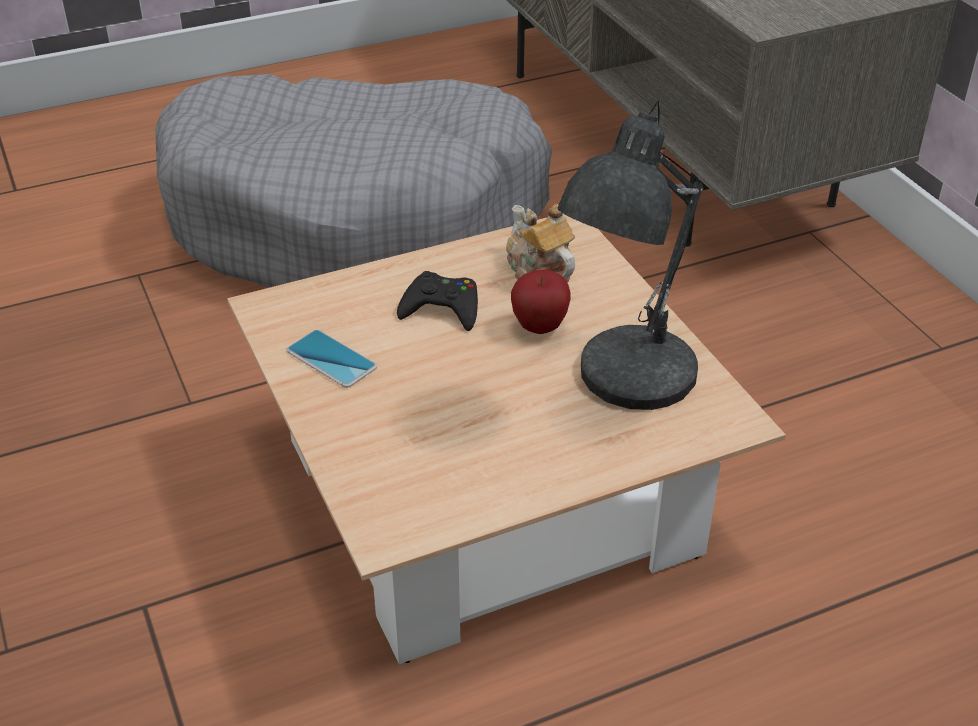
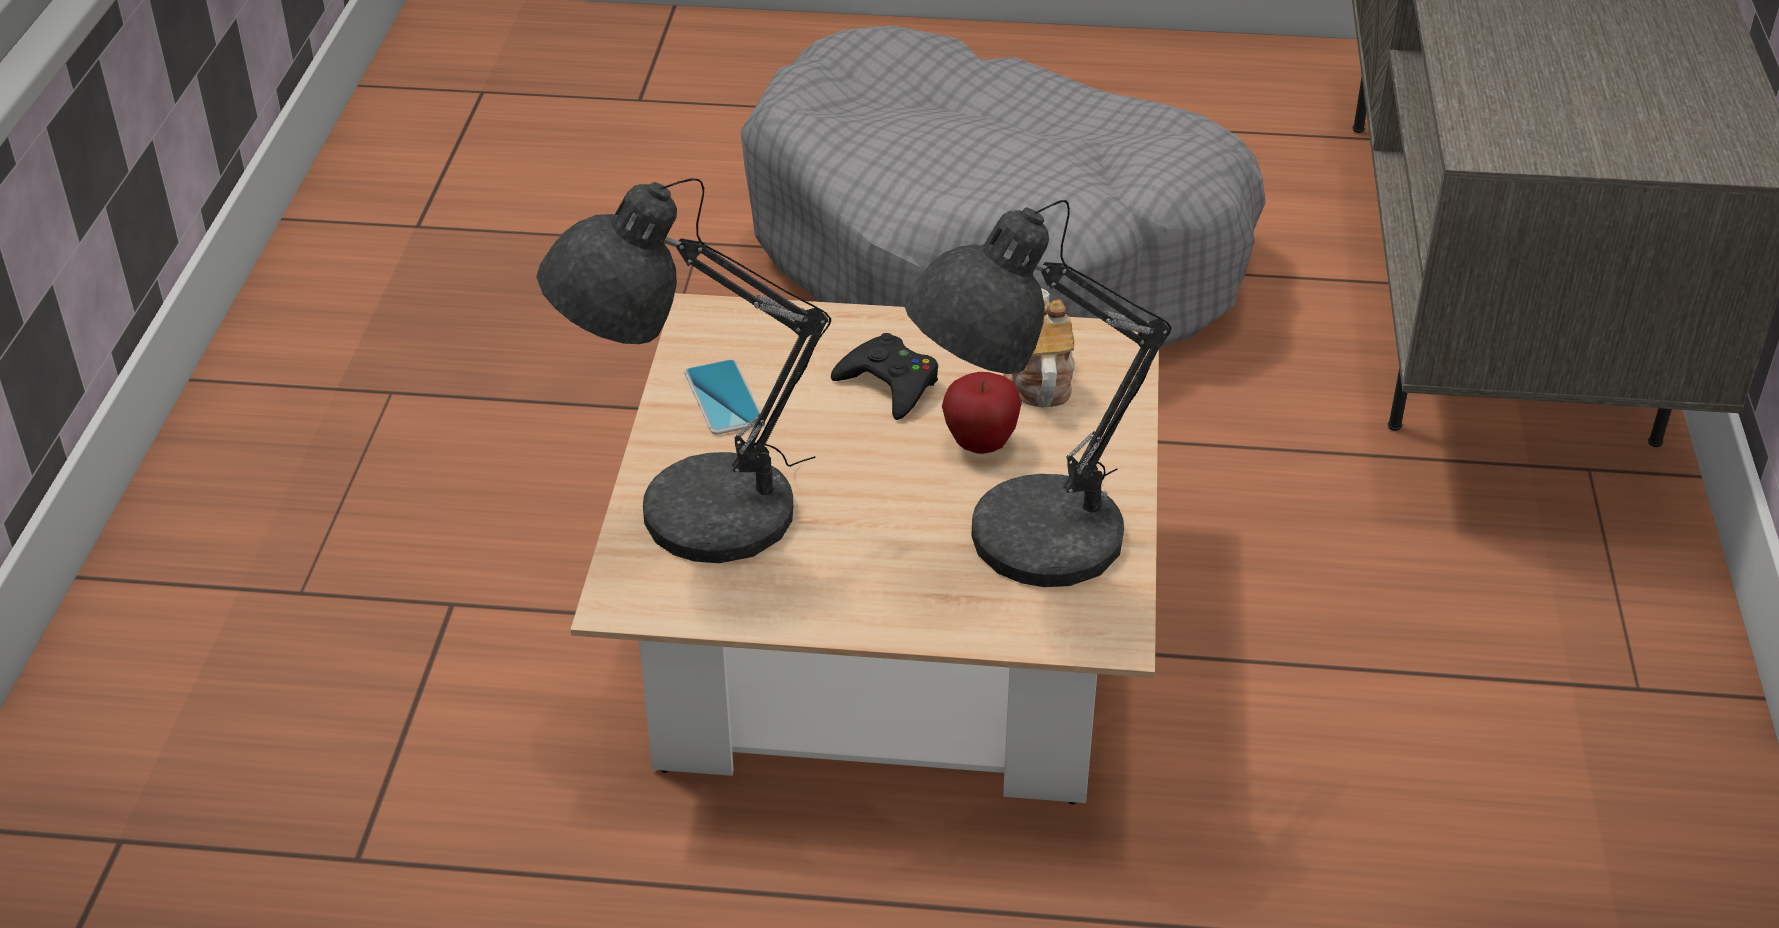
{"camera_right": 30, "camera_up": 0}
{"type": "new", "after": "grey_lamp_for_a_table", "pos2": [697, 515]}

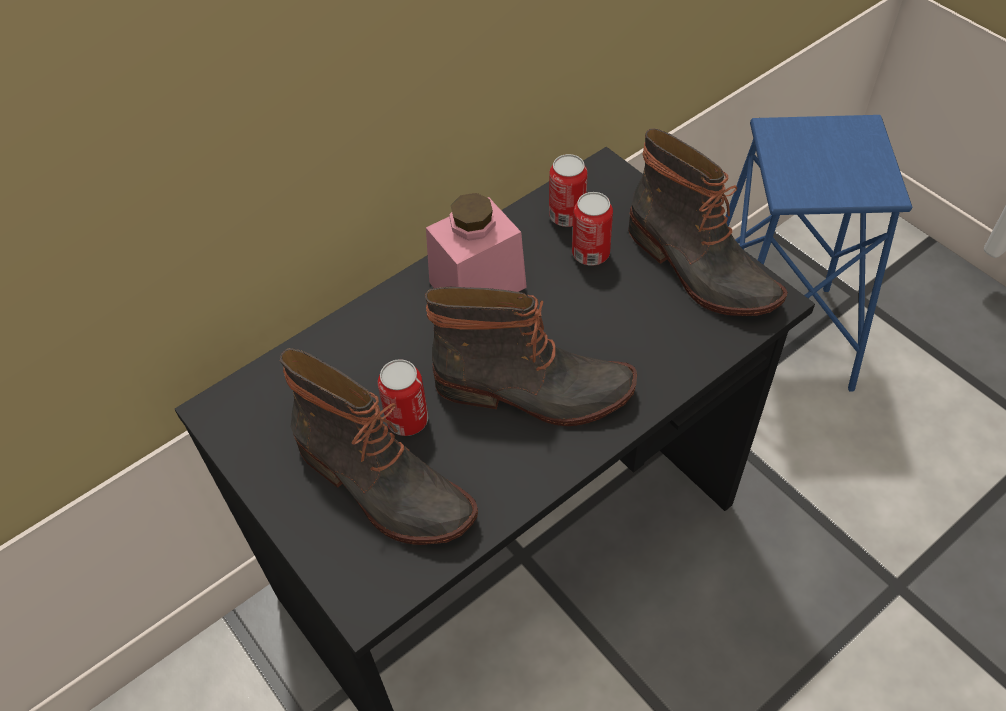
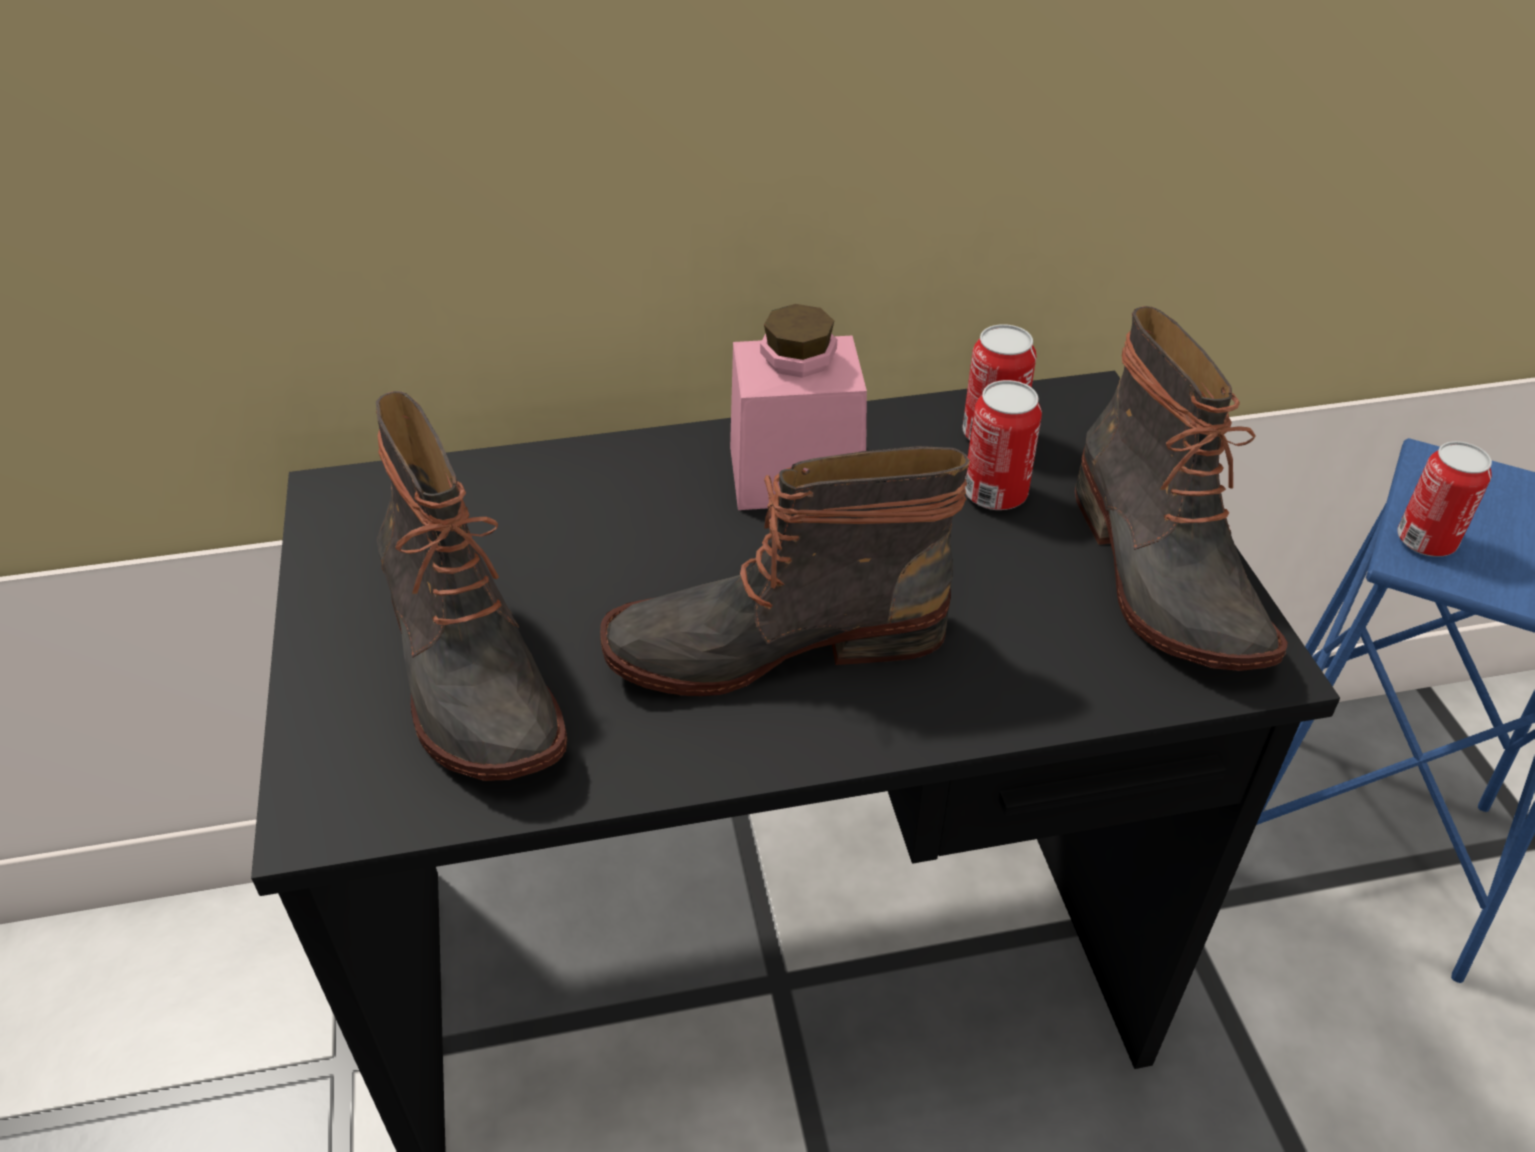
{"camera_right": 25, "camera_up": -10}
{"type": "rotated", "before": "tall_boot", "pos1": [533, 391], "pos2": [776, 639], "turn": 135}
{"type": "shifted", "before": "can", "pos1": [407, 420], "pos2": [1425, 541]}

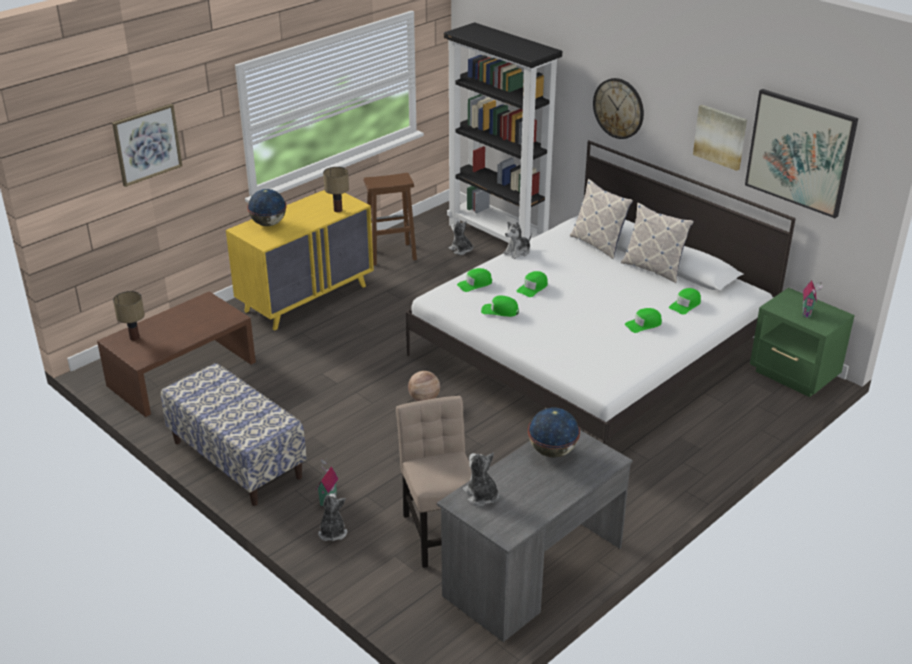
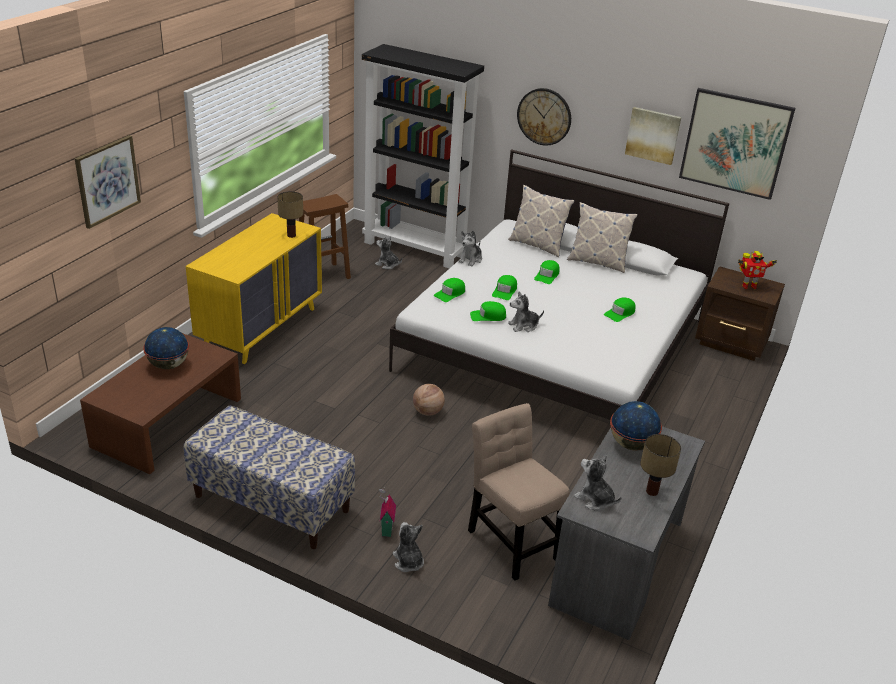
{"camera_right": -20, "camera_up": 0}
{"type": "shifted", "before": "desk_globe", "pos1": [268, 224], "pos2": [168, 365]}
{"type": "swapped", "before": "toy_house", "after": "robot_figure", "pos1": [807, 312], "pos2": [748, 286]}
{"type": "shifted", "before": "green_baseball_cap", "pos1": [685, 305], "pos2": [547, 275]}
{"type": "repainted", "before": "green_night_table", "after": "brownish_night_table", "pos1": [794, 375], "pos2": [731, 343]}
{"type": "shifted", "before": "lamp_for_a_table", "pos1": [134, 338], "pos2": [652, 492]}
{"type": "new", "after": "plush_toy", "pos2": [523, 326]}

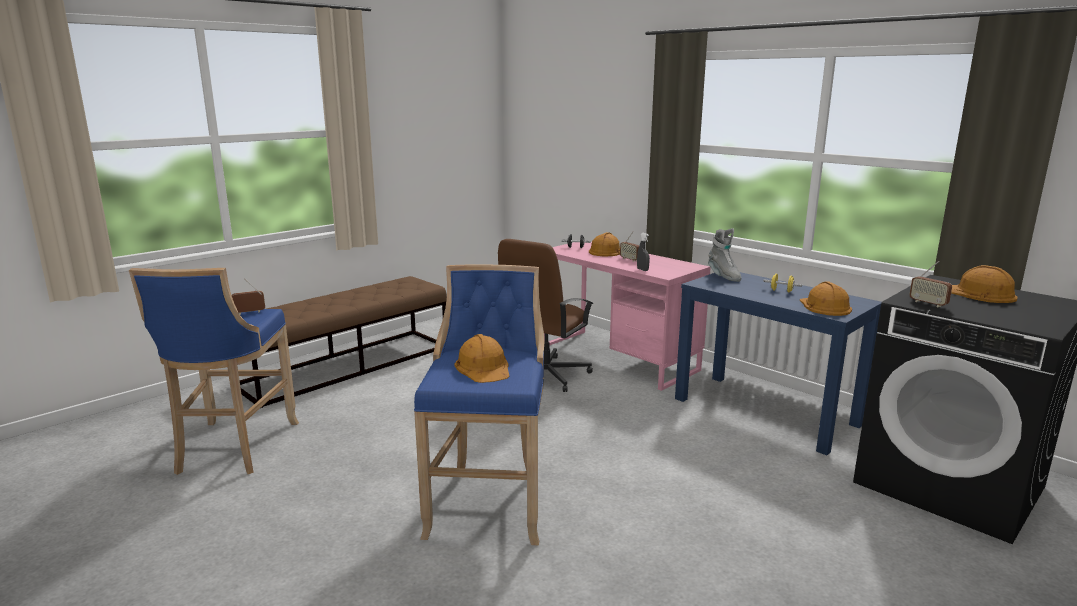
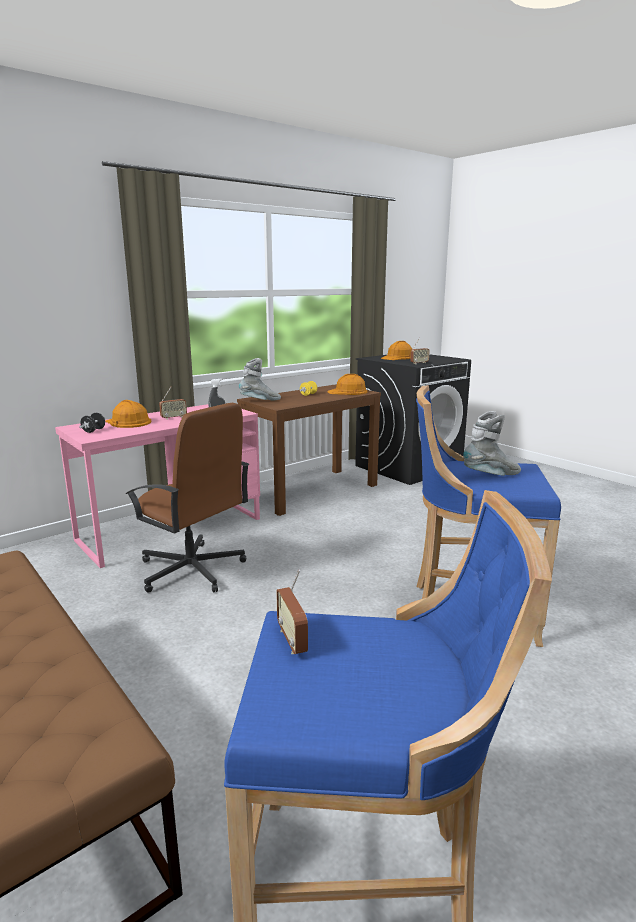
{"camera_right": -85, "camera_up": 0}
{"type": "repainted", "before": "blue_hall_table", "after": "brownish_hall_table", "pos1": [765, 411], "pos2": [311, 490]}
{"type": "swapped", "before": "orangey_hard_hat", "after": "grey_tall_boot", "pos1": [484, 367], "pos2": [491, 476]}

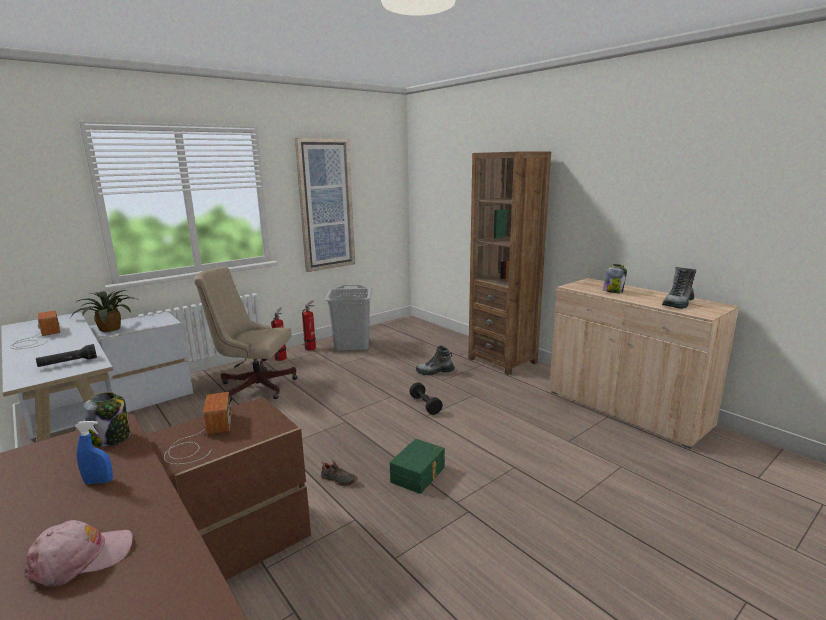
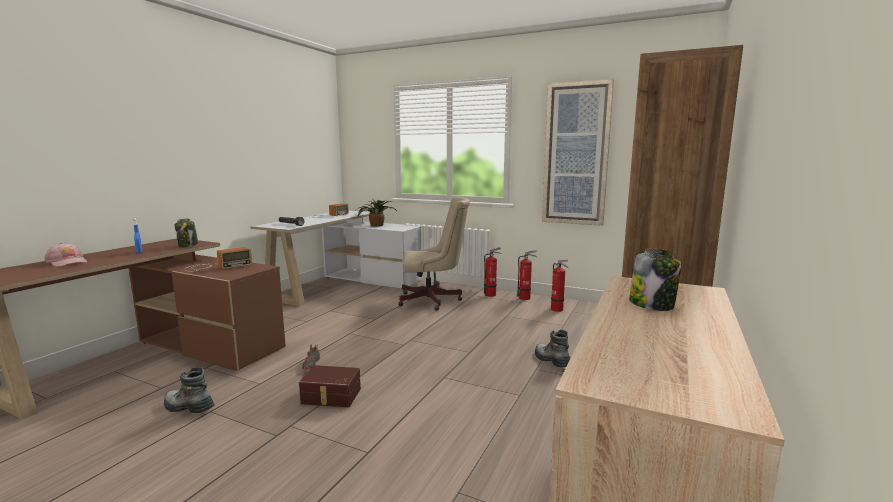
{"camera_right": 65, "camera_up": -5}
{"type": "rotated", "before": "beige_office_chair", "pos1": [253, 385], "pos2": [433, 300], "turn": 105}
{"type": "shifted", "before": "tall_boot", "pos1": [678, 304], "pos2": [188, 407]}
{"type": "swapped", "before": "grey_laundry_basket", "after": "extinguisher", "pos1": [352, 345], "pos2": [558, 310]}
{"type": "gone", "before": "black-coloured_free_weight", "pos1": [425, 405]}
{"type": "repainted", "before": "green_storage_box", "after": "brownish_storage_box", "pos1": [419, 474], "pos2": [331, 396]}

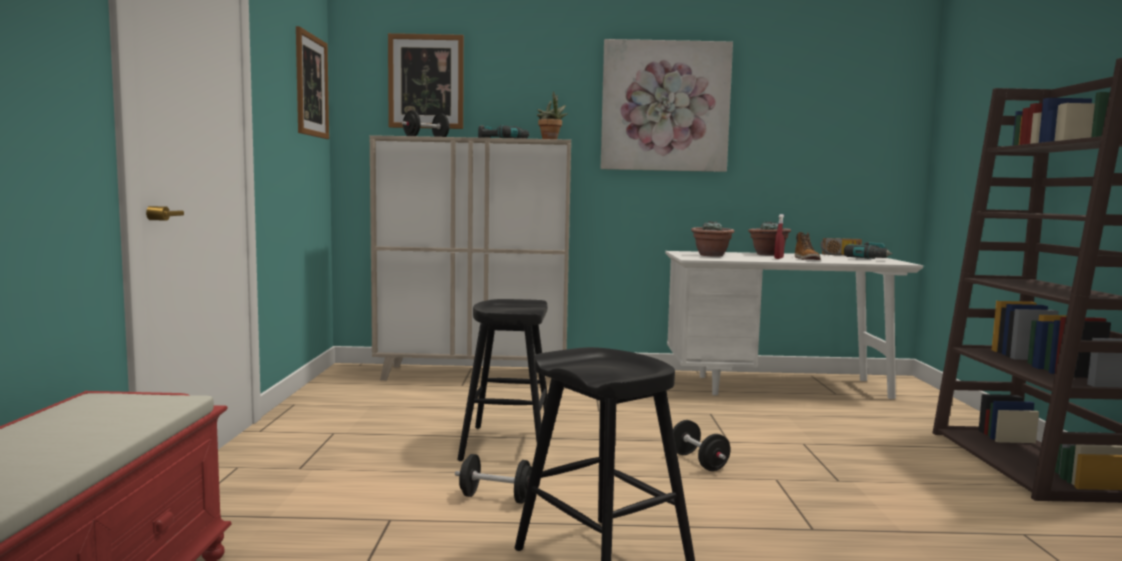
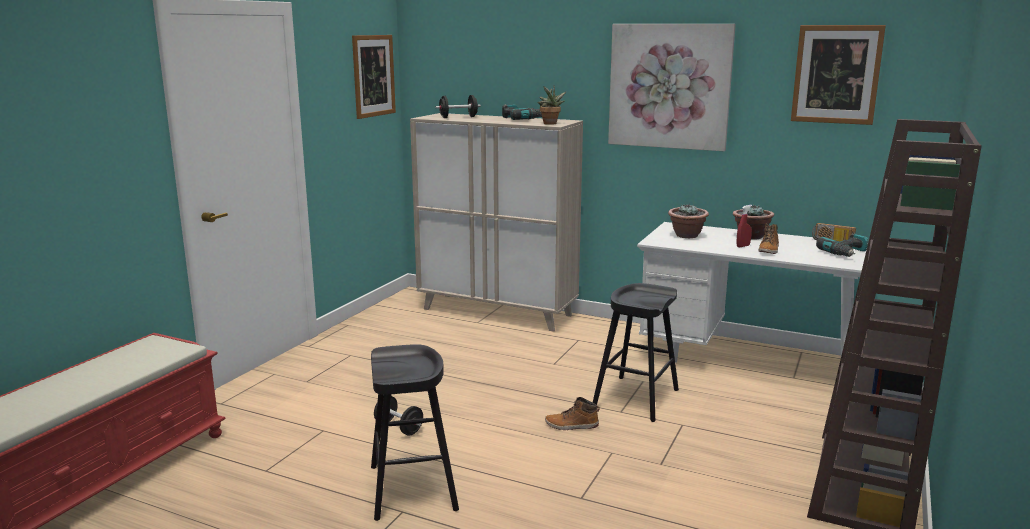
{"camera_right": 25, "camera_up": 10}
{"type": "shifted", "before": "wall_art", "pos1": [426, 81], "pos2": [836, 74]}
{"type": "shifted", "before": "black-coloured_stool_seat", "pos1": [507, 445], "pos2": [636, 398]}
{"type": "swapped", "before": "black-coloured_free_weight", "after": "tall_boot", "pos1": [698, 462], "pos2": [571, 425]}

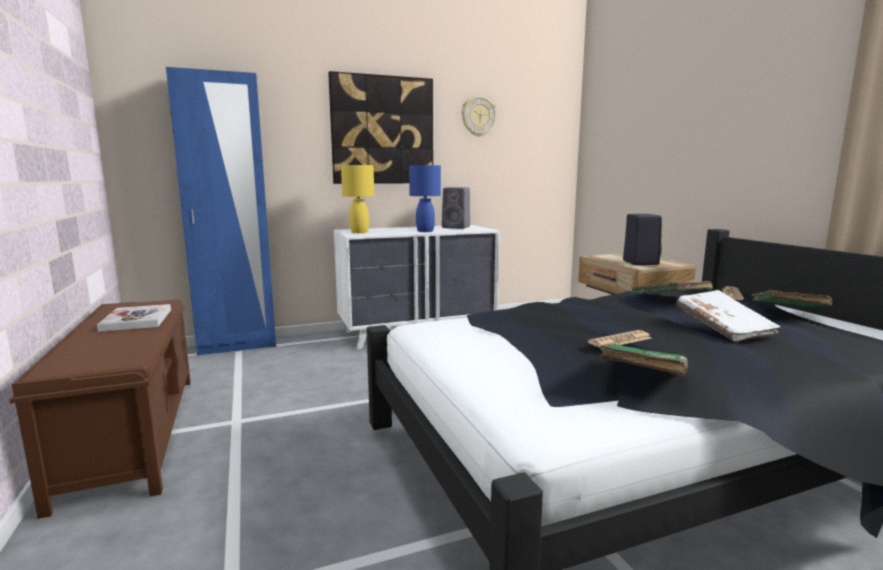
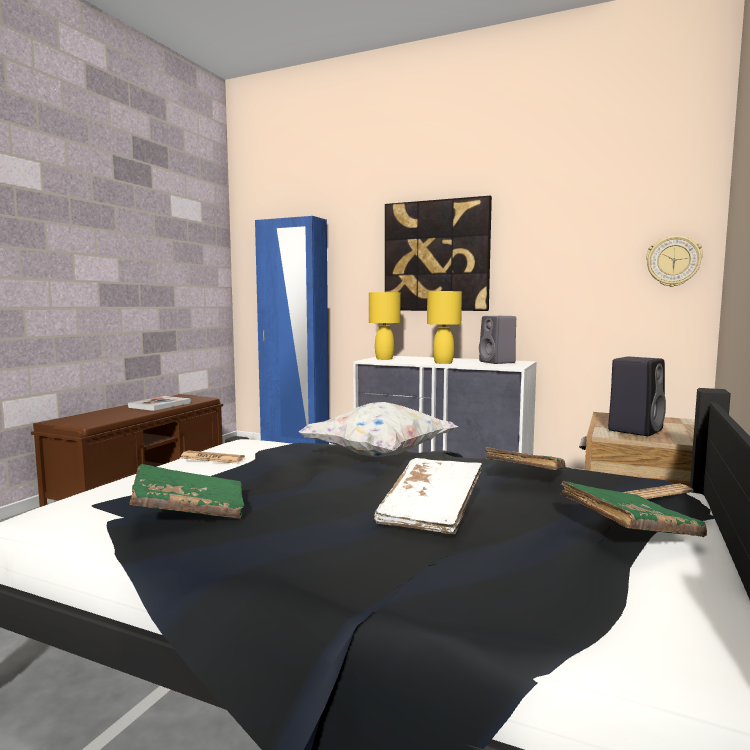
{"camera_right": 45, "camera_up": -5}
{"type": "shifted", "before": "hanging_clock", "pos1": [478, 116], "pos2": [673, 261]}
{"type": "repainted", "before": "blue_lamp_for_a_table", "after": "yellow-coloured_lamp_for_a_table", "pos1": [425, 231], "pos2": [443, 363]}
{"type": "shifted", "before": "printed_paper", "pos1": [620, 340], "pos2": [212, 458]}
{"type": "new", "after": "white_pillow", "pos2": [380, 456]}

